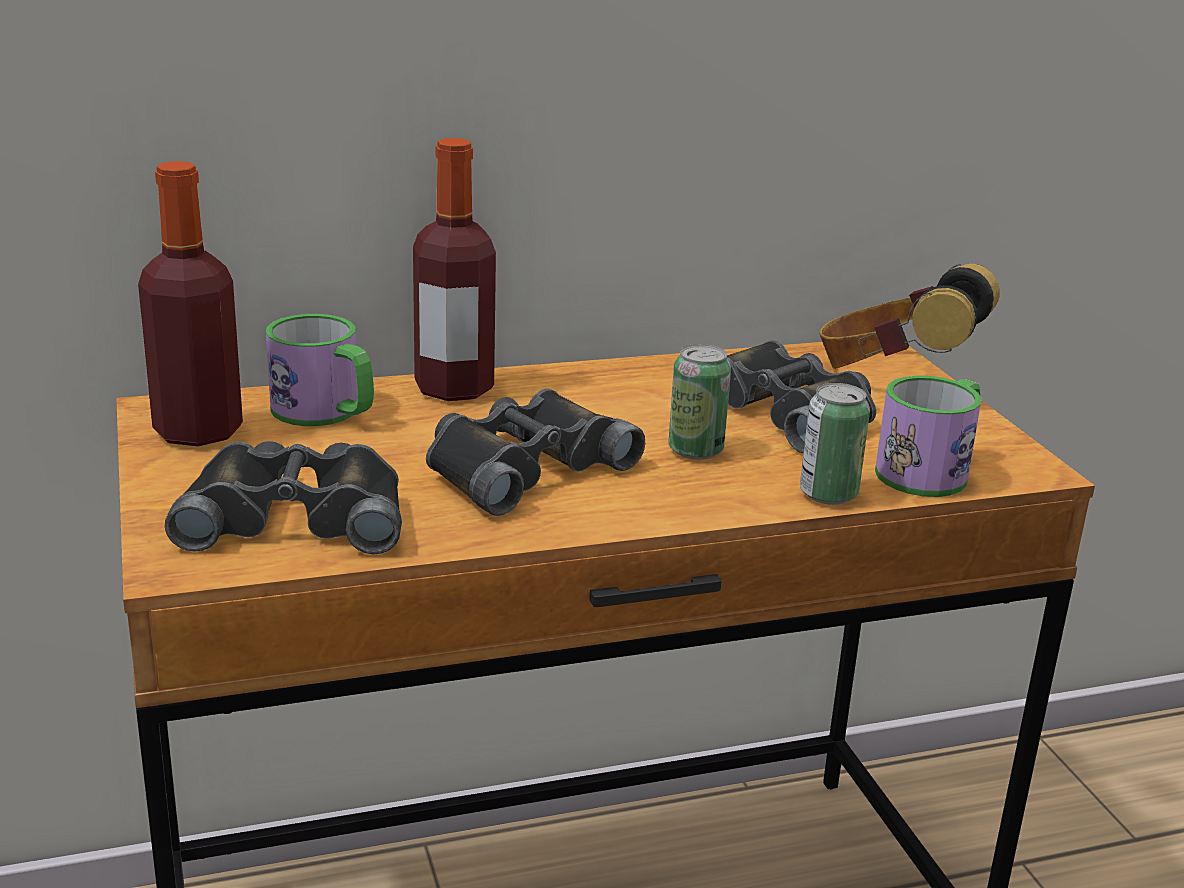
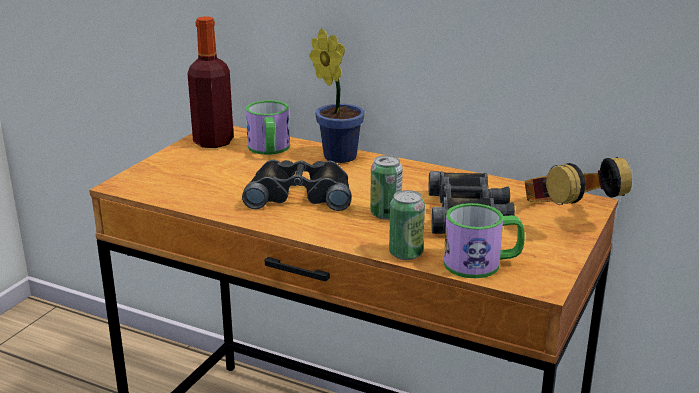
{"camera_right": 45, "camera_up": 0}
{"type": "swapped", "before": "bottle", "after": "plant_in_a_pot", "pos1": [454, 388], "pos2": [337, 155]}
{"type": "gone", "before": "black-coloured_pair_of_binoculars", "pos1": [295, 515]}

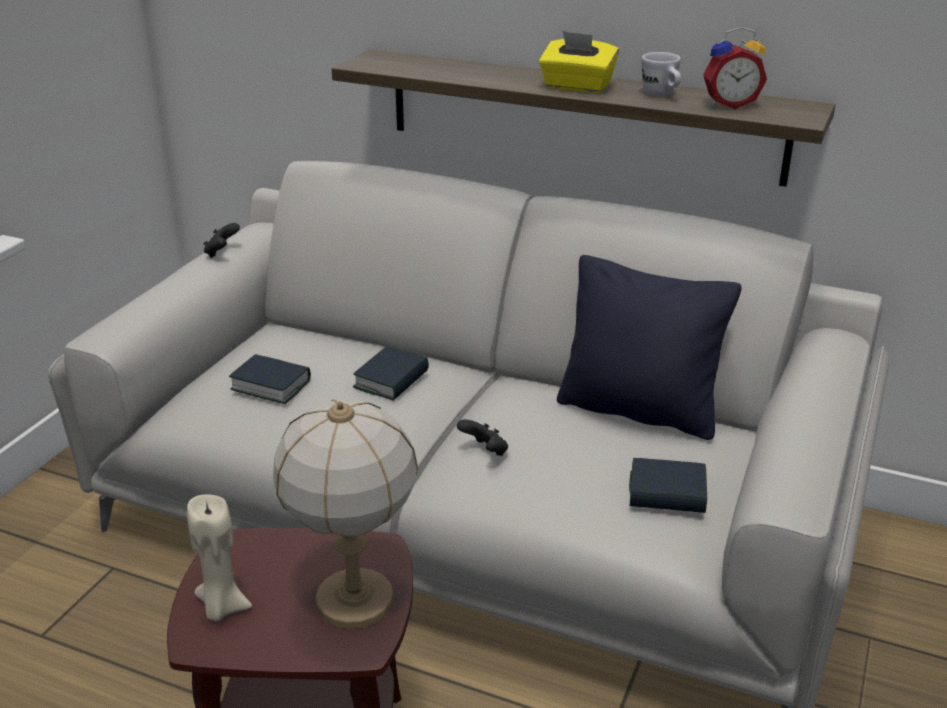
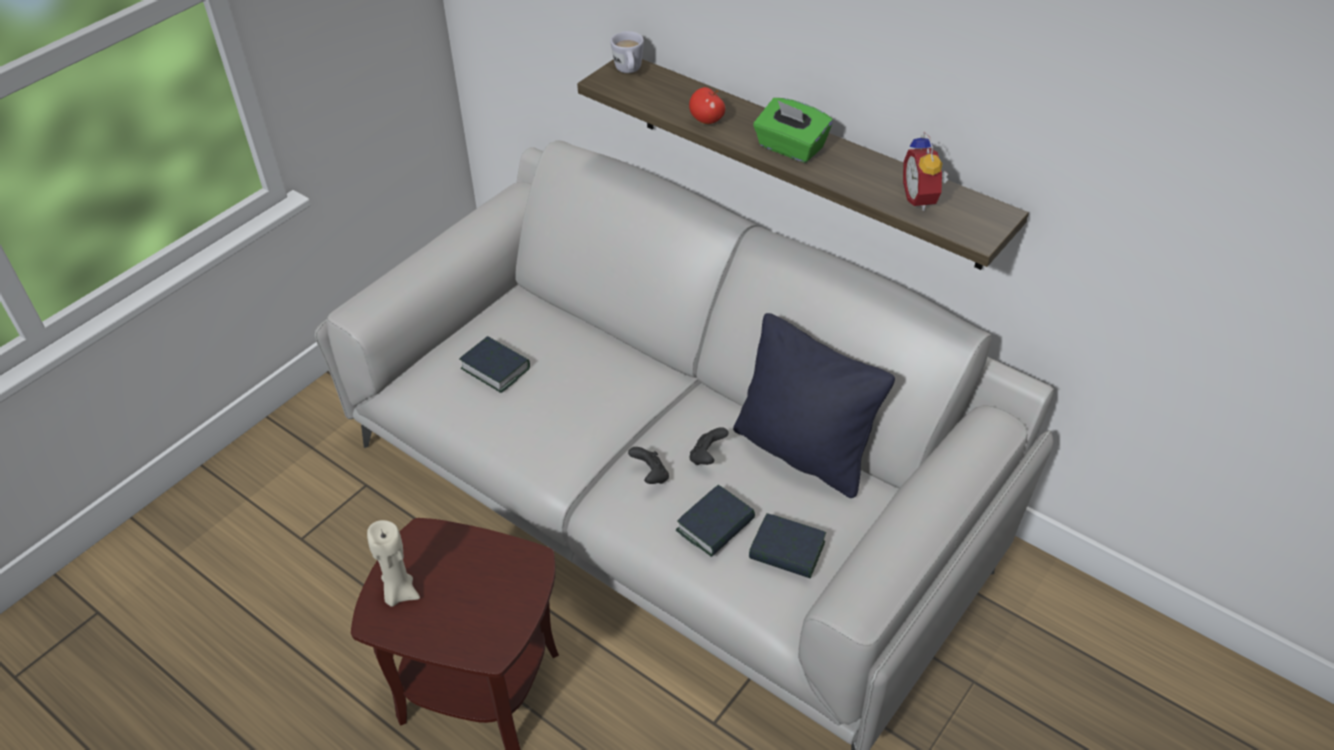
{"camera_right": 15, "camera_up": 15}
{"type": "rotated", "before": "bedside_clock", "pos1": [729, 104], "pos2": [922, 199], "turn": 75}
{"type": "repainted", "before": "yellow-coloured_box_of_tissues", "after": "green_box_of_tissues", "pos1": [577, 87], "pos2": [790, 148]}
{"type": "shifted", "before": "white_tea_mug", "pos1": [661, 95], "pos2": [629, 71]}
{"type": "shifted", "before": "black-coloured_joypad", "pos1": [222, 253], "pos2": [707, 457]}
{"type": "shifted", "before": "volume", "pos1": [391, 380], "pos2": [715, 526]}
{"type": "gone", "before": "lamp_for_a_table", "pos1": [354, 602]}
{"type": "new", "after": "whole_apple", "pos2": [706, 120]}

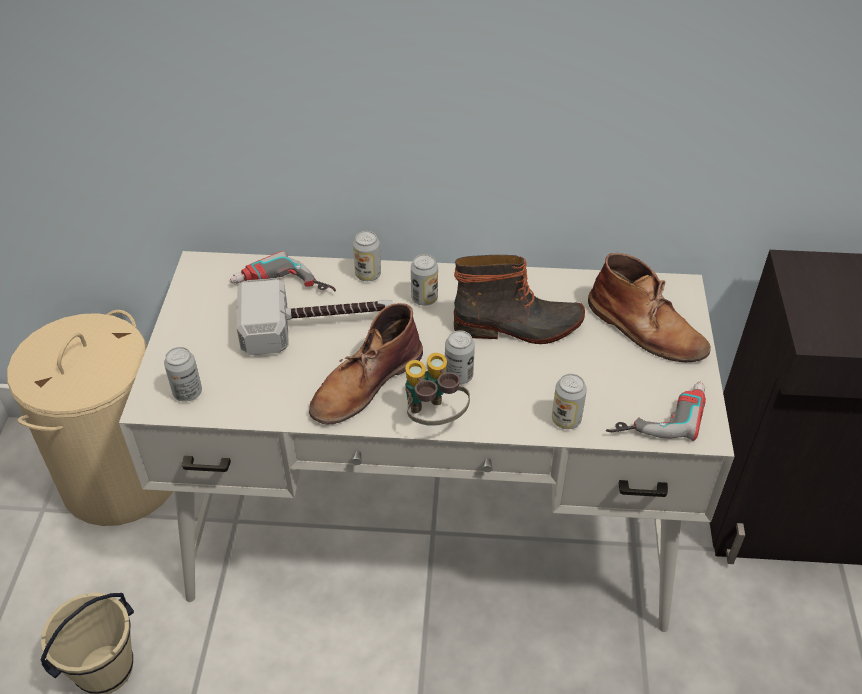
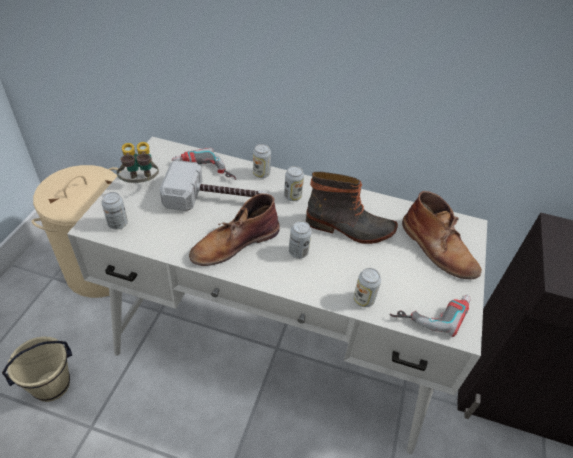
{"camera_right": 10, "camera_up": 0}
{"type": "shifted", "before": "pair_of_binoculars", "pos1": [433, 418], "pos2": [141, 183]}

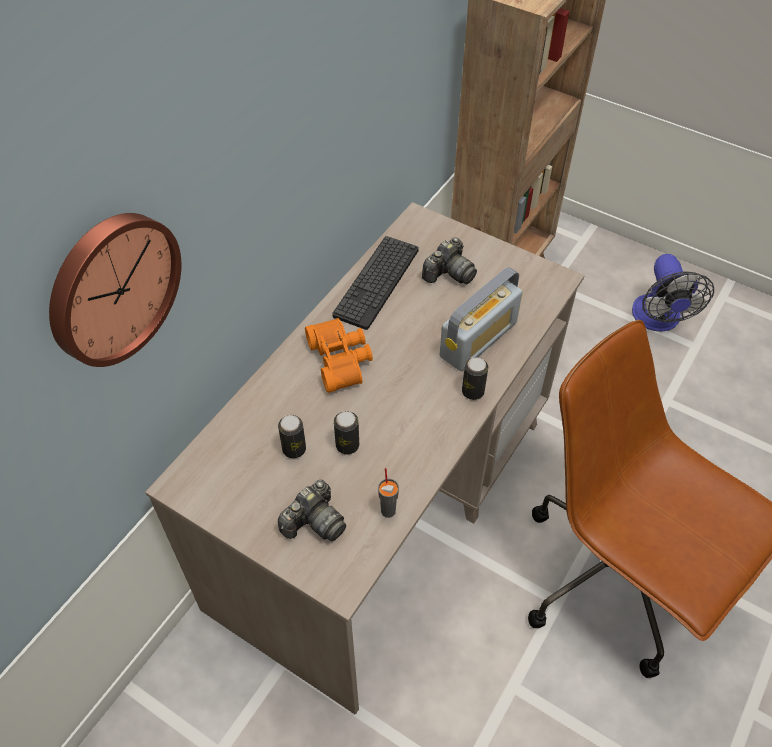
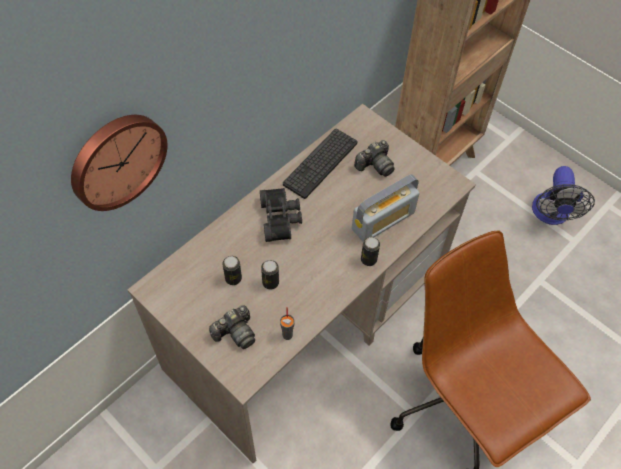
{"camera_right": 10, "camera_up": 5}
{"type": "repainted", "before": "orangey_pair_of_binoculars", "after": "black-coloured_pair_of_binoculars", "pos1": [342, 360], "pos2": [281, 218]}

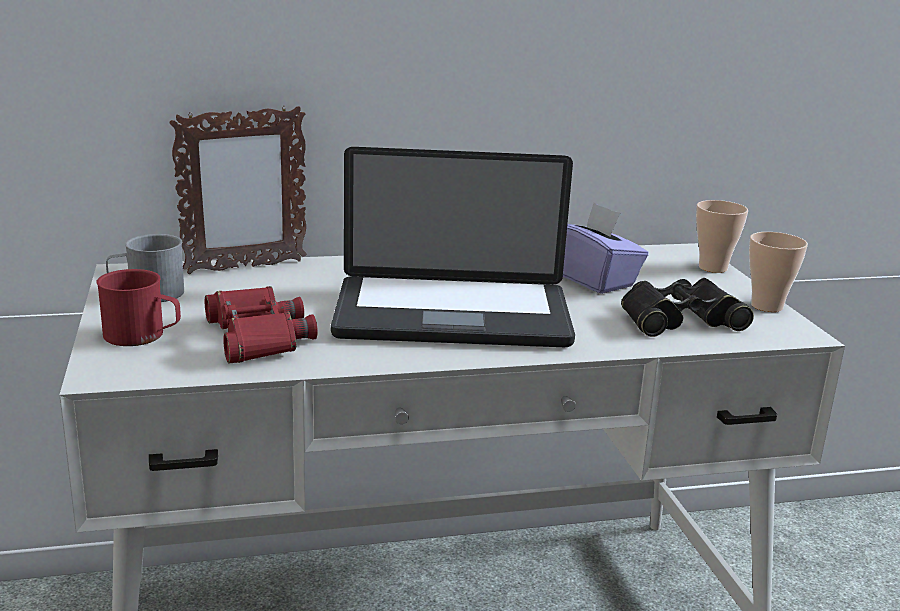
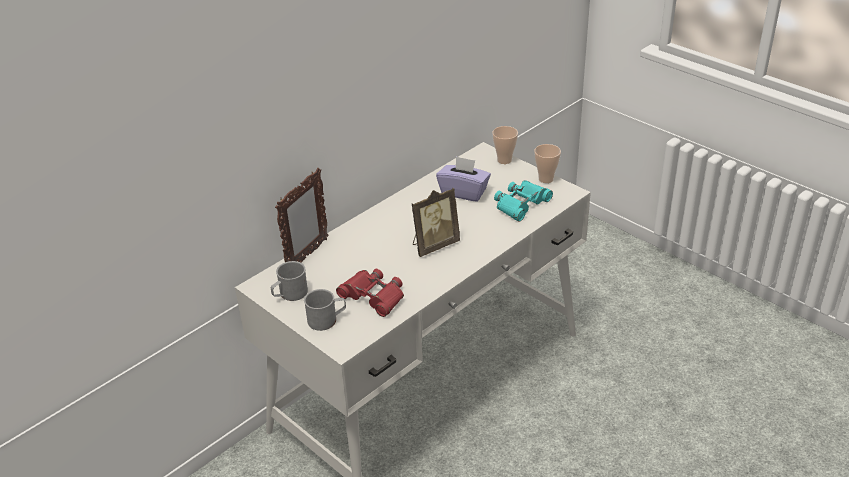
{"camera_right": -30, "camera_up": 15}
{"type": "swapped", "before": "notebook_computer", "after": "photo_frame", "pos1": [452, 316], "pos2": [434, 245]}
{"type": "repainted", "before": "red-coloured_tea_mug", "after": "grey_tea_mug", "pos1": [143, 336], "pos2": [327, 320]}
{"type": "repainted", "before": "black-coloured_pair_of_binoculars", "after": "turquoise-coloured_pair_of_binoculars", "pos1": [679, 319], "pos2": [521, 204]}

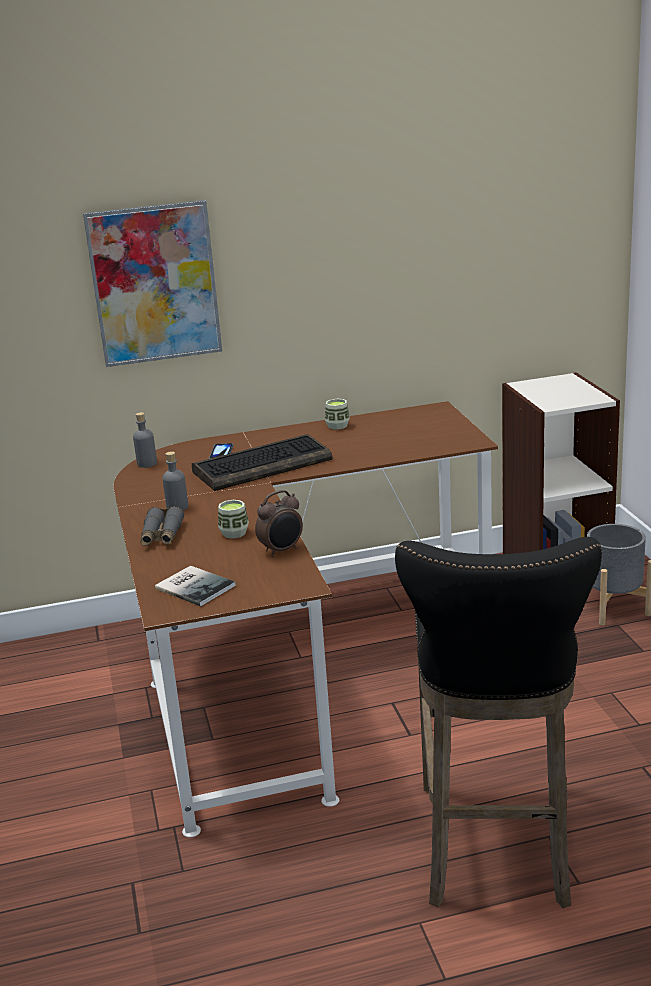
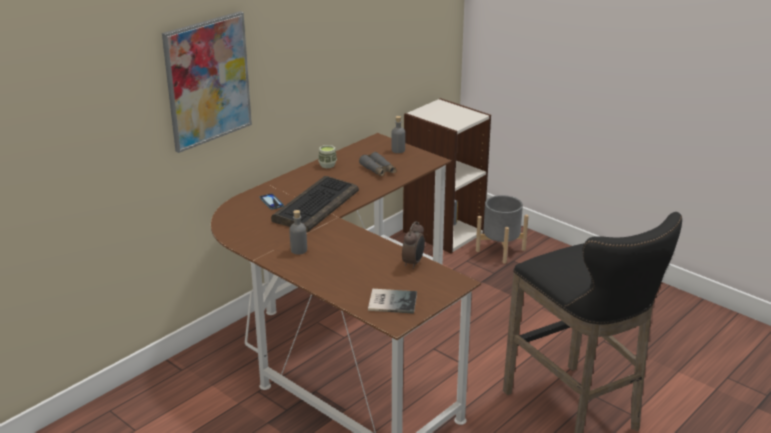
{"camera_right": -35, "camera_up": 5}
{"type": "shifted", "before": "grey_bottle", "pos1": [147, 464], "pos2": [398, 150]}
{"type": "gone", "before": "cup", "pos1": [234, 533]}
{"type": "shifted", "before": "grey_pair_of_binoculars", "pos1": [161, 536], "pos2": [378, 170]}

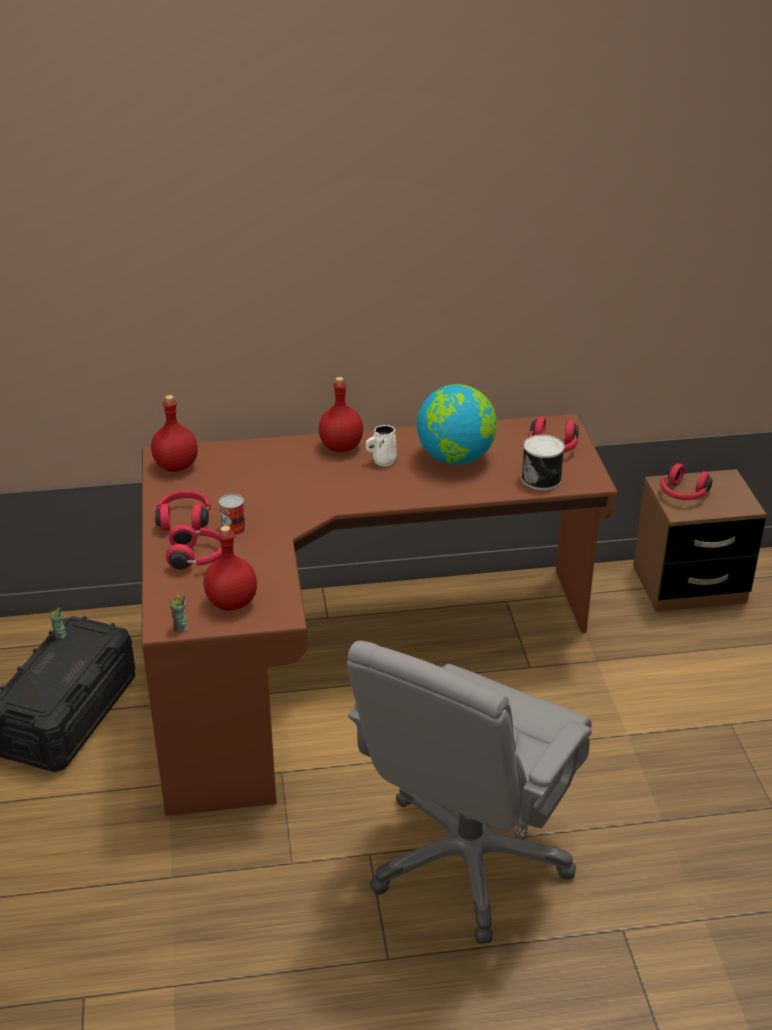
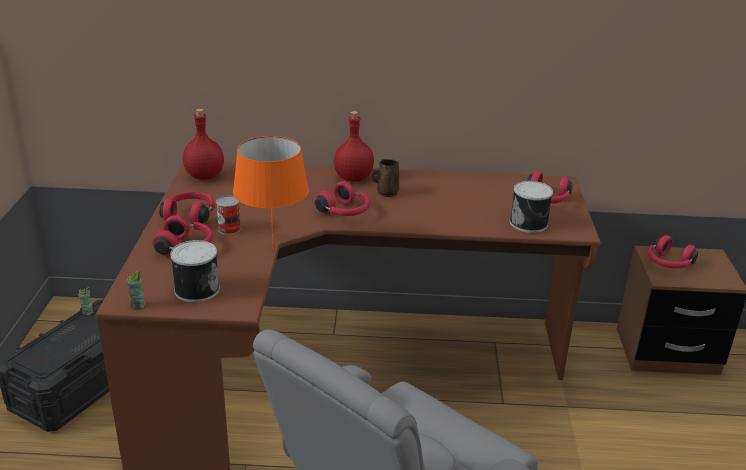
{"camera_right": 10, "camera_up": -5}
{"type": "gone", "before": "desk_globe", "pos1": [456, 458]}
{"type": "repainted", "before": "white_tea_mug", "after": "brownish_tea_mug", "pos1": [382, 461], "pos2": [386, 192]}
{"type": "swapped", "before": "red-coloured_bottle", "after": "can", "pos1": [230, 602], "pos2": [196, 289]}
{"type": "new", "after": "orangey_lamp_for_a_table", "pos2": [272, 249]}
{"type": "new", "after": "red-coloured_pair_of_headphones", "pos2": [345, 212]}

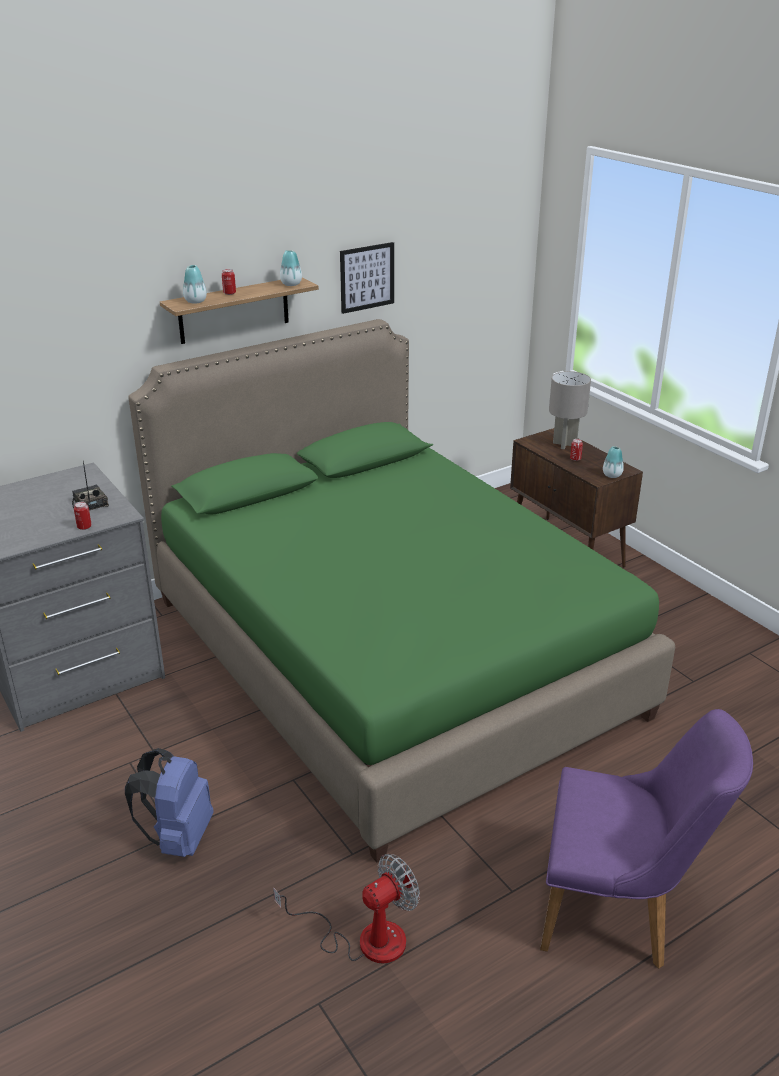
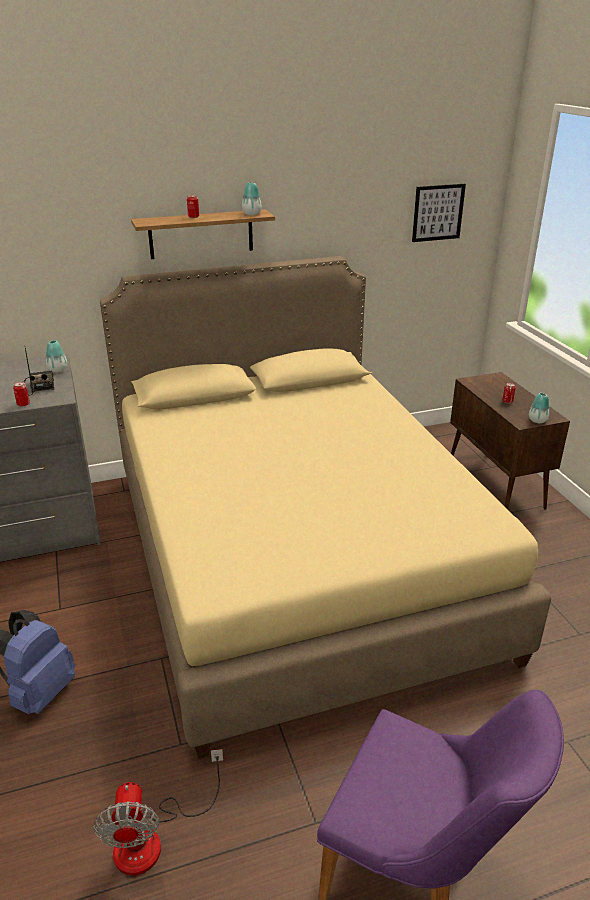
{"camera_right": 15, "camera_up": 0}
{"type": "shifted", "before": "wall_art", "pos1": [367, 277], "pos2": [438, 212]}
{"type": "shifted", "before": "decorative_vase", "pos1": [195, 301], "pos2": [58, 370]}
{"type": "repainted", "before": "green_sleeping_bed", "after": "beige_sleeping_bed", "pos1": [388, 656], "pos2": [294, 557]}
{"type": "gone", "before": "grey_lamp_for_a_table", "pos1": [565, 444]}
{"type": "rotated", "before": "fan", "pos1": [365, 938], "pos2": [153, 838], "turn": 105}

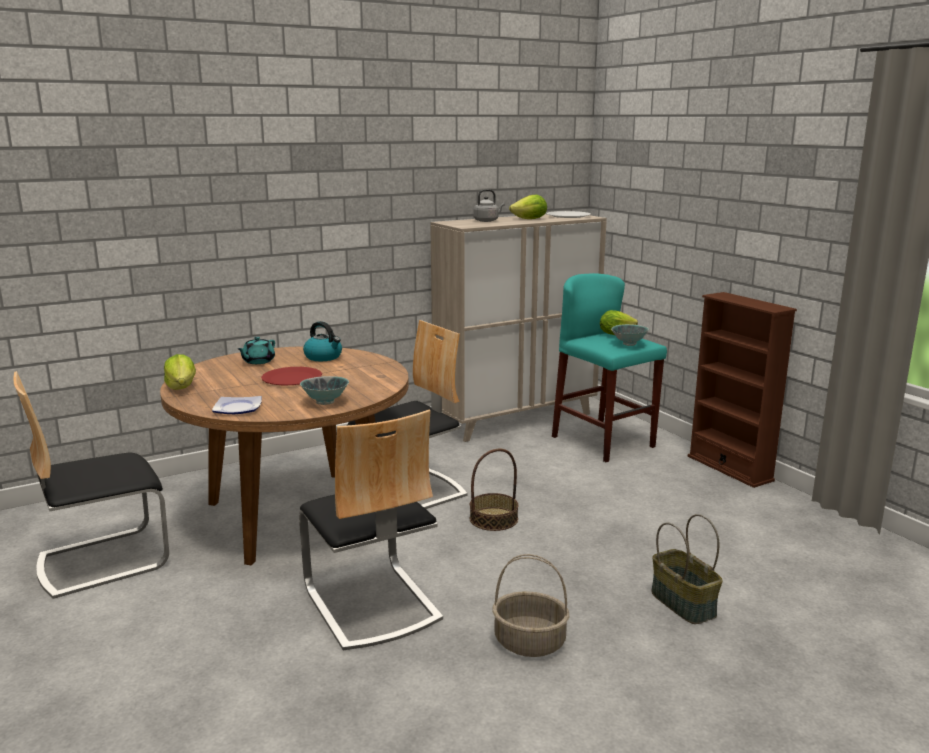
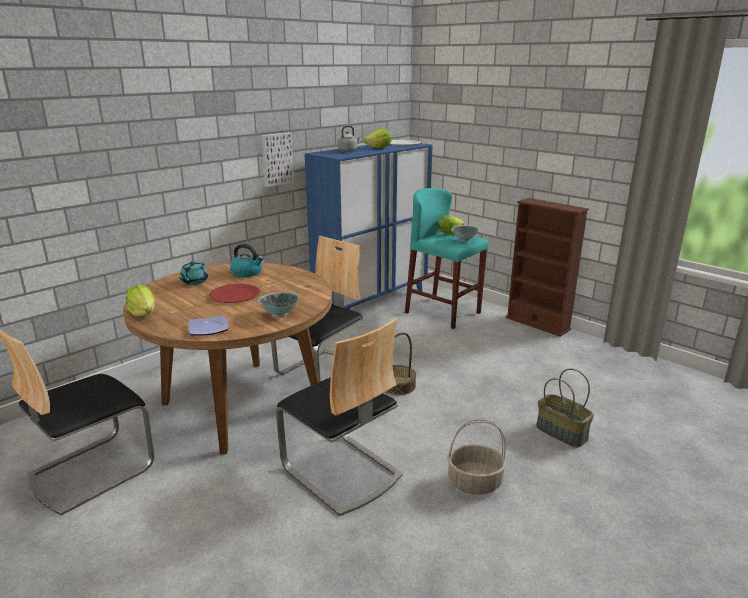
{"camera_right": -15, "camera_up": 5}
{"type": "repainted", "before": "beige_storage_cabinet", "after": "blue_storage_cabinet", "pos1": [516, 419], "pos2": [372, 301]}
{"type": "new", "after": "wall_art", "pos2": [276, 159]}

